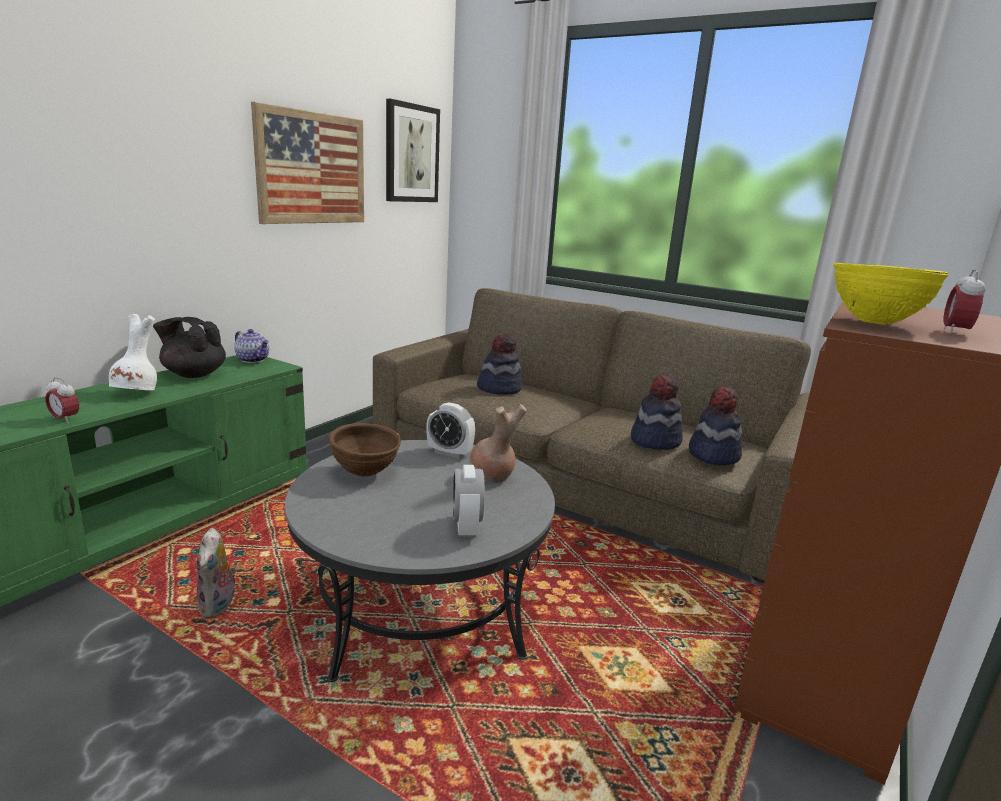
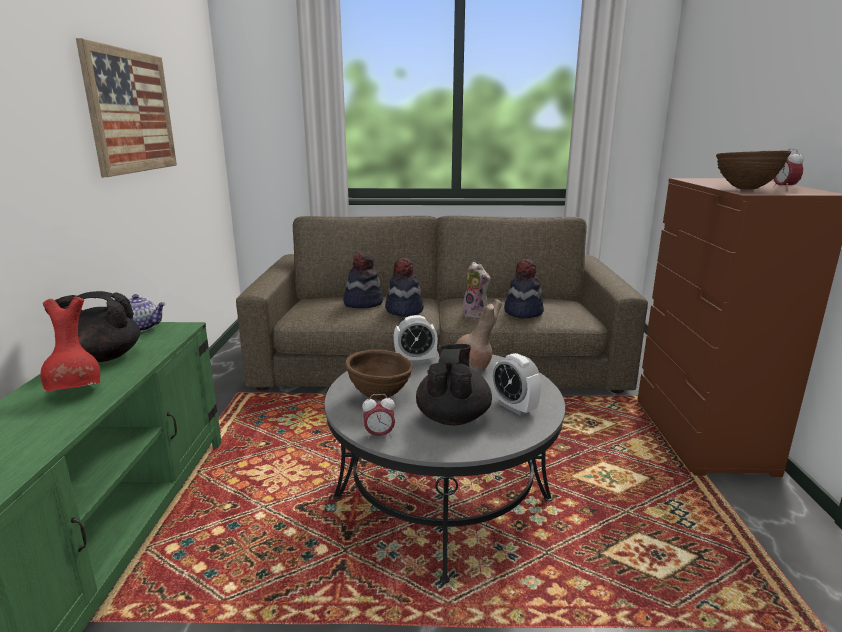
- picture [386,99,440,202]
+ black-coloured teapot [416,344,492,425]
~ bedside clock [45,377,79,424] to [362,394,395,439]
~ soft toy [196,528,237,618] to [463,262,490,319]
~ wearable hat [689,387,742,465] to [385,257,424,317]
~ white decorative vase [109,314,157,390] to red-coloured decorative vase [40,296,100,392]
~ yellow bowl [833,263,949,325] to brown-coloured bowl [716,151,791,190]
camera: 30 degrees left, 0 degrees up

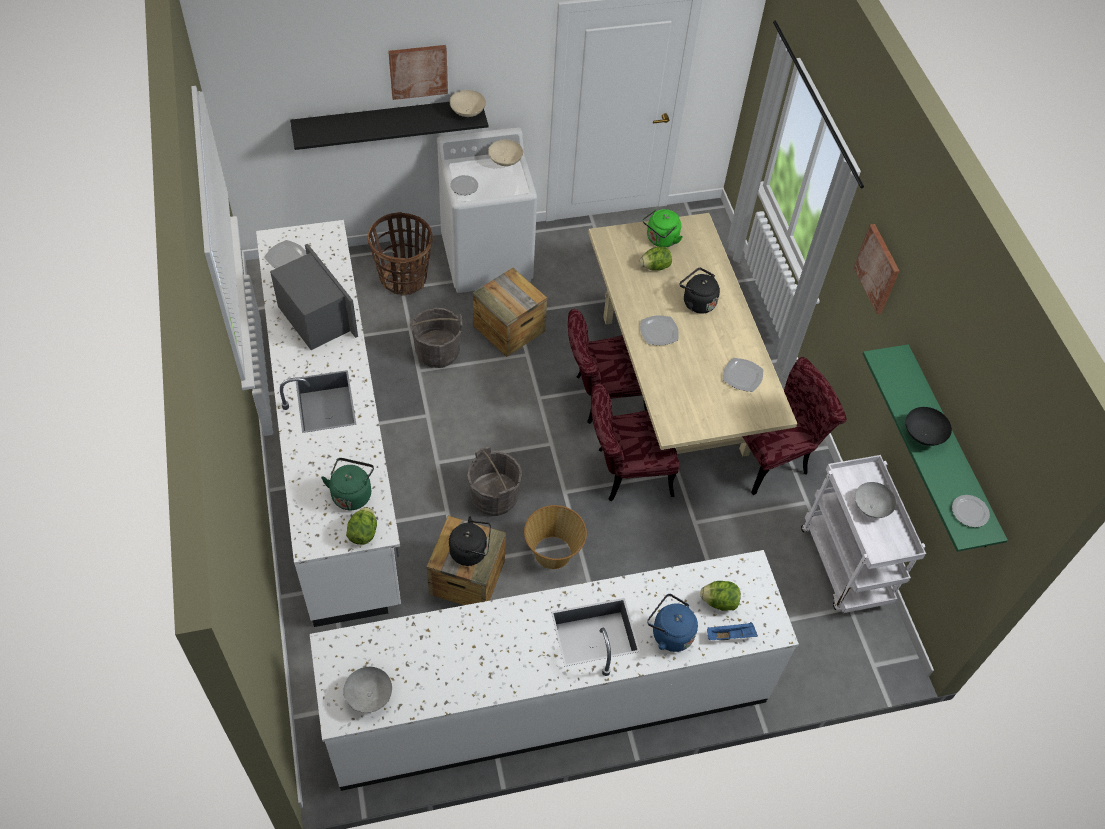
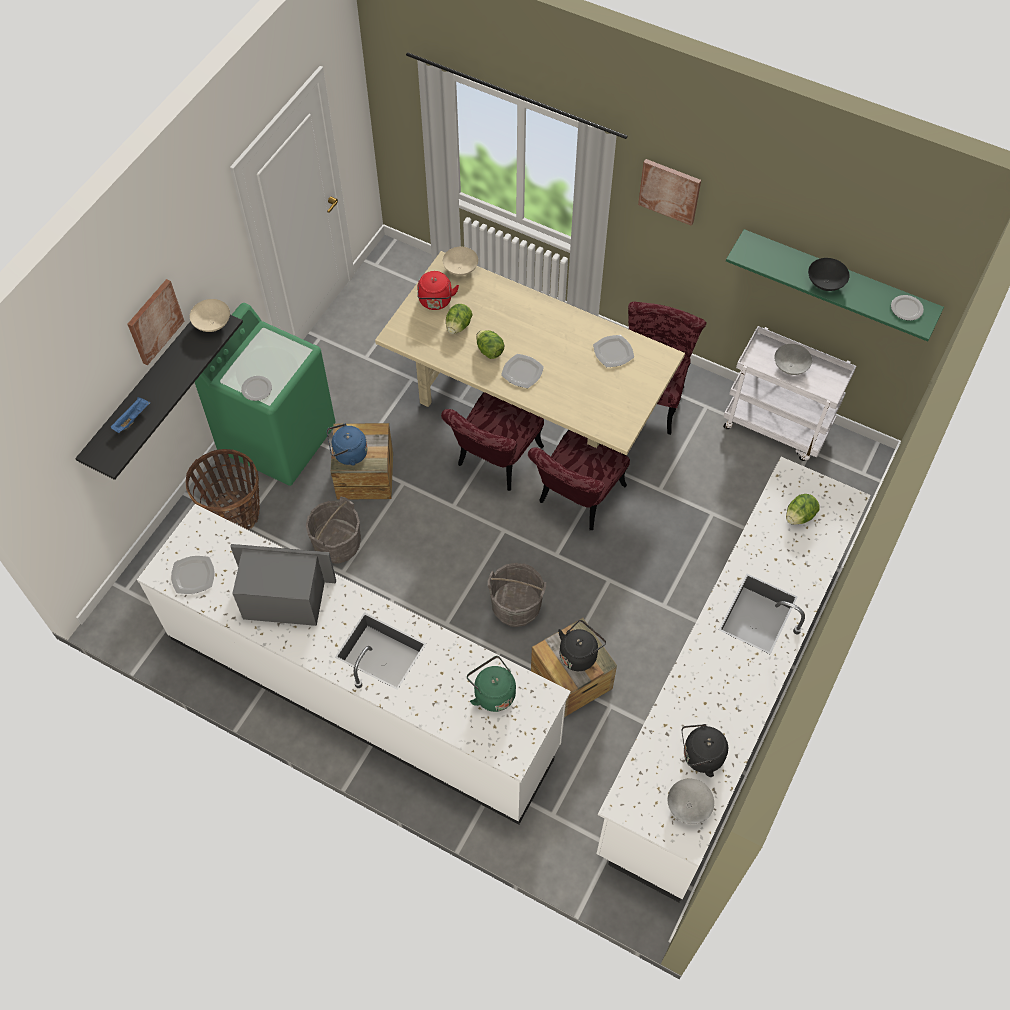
- storage basket [524,505,587,569]
~ lettuce head [346,507,377,545] to [476,330,505,359]
~ sand-coloured bowl [488,140,523,166] to [443,247,478,276]
~ blue-coloured kettle [647,594,698,652] to [327,423,368,466]
~ black-coloured kettle [679,268,720,314] to [682,724,728,777]
~ blue-coloured carrying tray [707,622,758,640] to [111,397,151,433]
~ white washing machine [437,127,537,293] to greenish washing machine [195,303,336,486]
~ greenish kettle [643,209,683,247] to red-coloured kettle [417,271,459,310]
camera: 45 degrees left, 5 degrees up

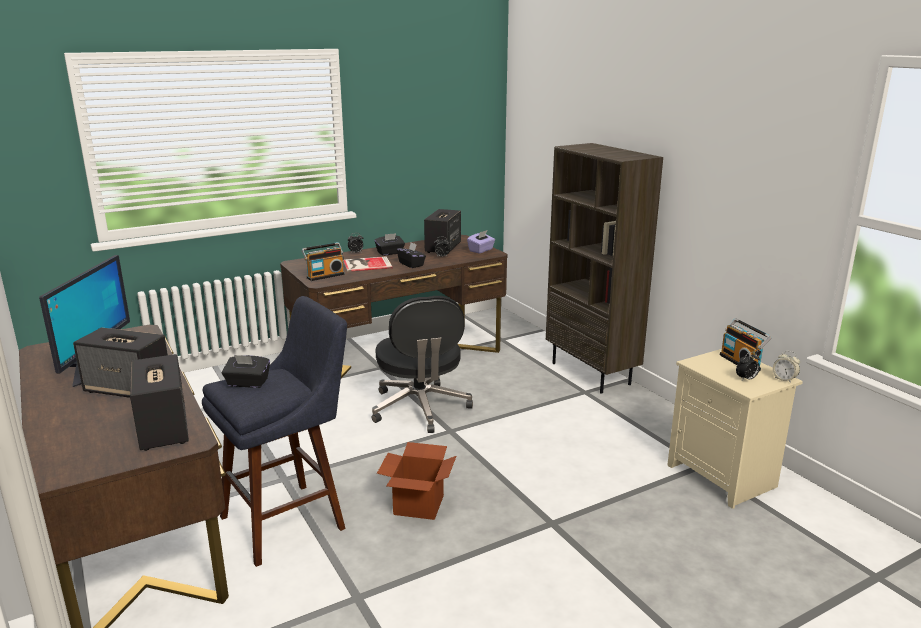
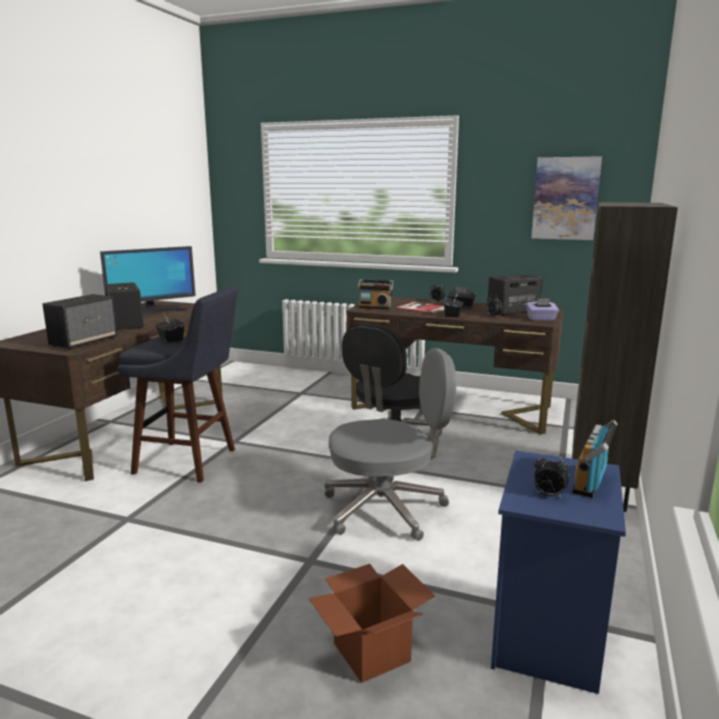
- bedside clock [773,351,800,383]
+ grey computer chair [324,348,456,541]
+ picture [531,156,602,240]
~ cardboard box [377,442,456,520] to [309,564,435,683]
~ sand-coloured nightstand [667,349,803,509] to blue-coloured nightstand [491,450,626,694]
camera: 50 degrees right, 5 degrees down

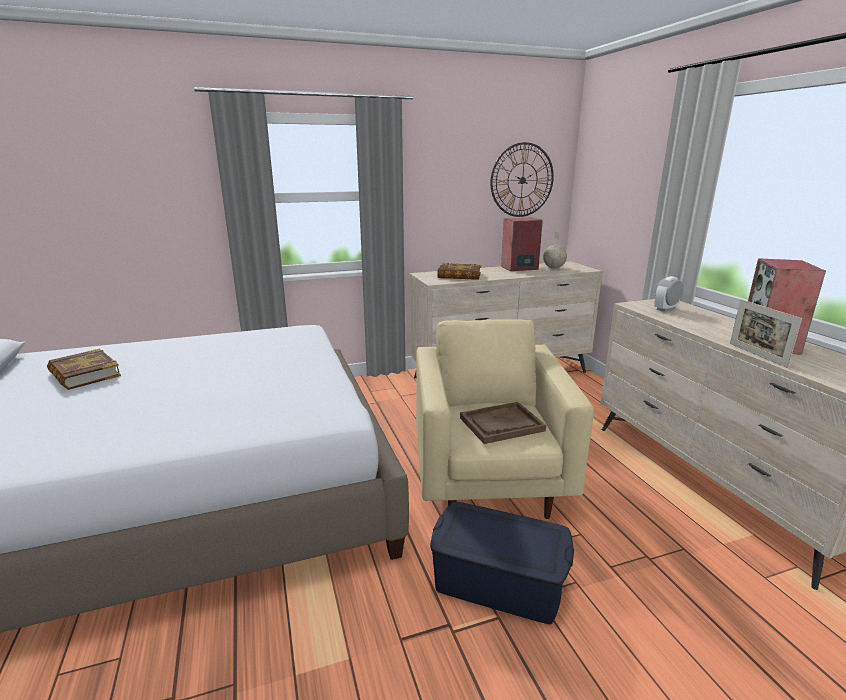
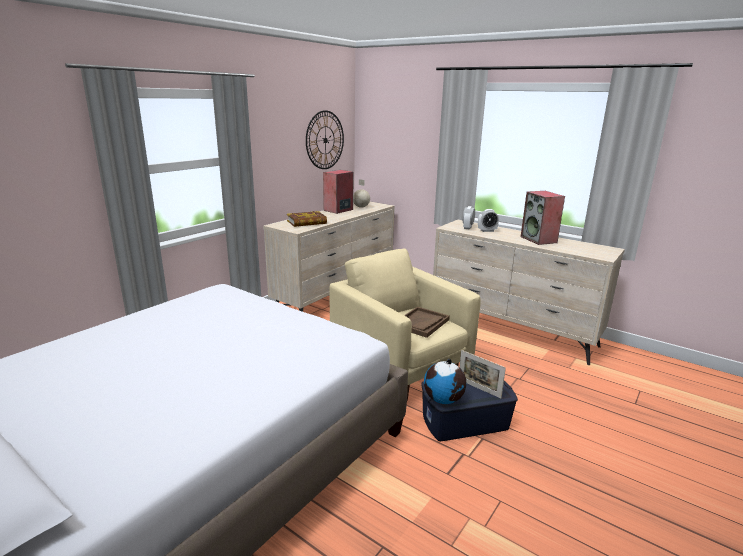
- book [47,349,121,390]
+ world globe [424,358,466,404]
+ bedside clock [478,209,499,232]
~ standing frame [730,299,802,368] to [460,350,506,398]
camera: 35 degrees left, 0 degrees up

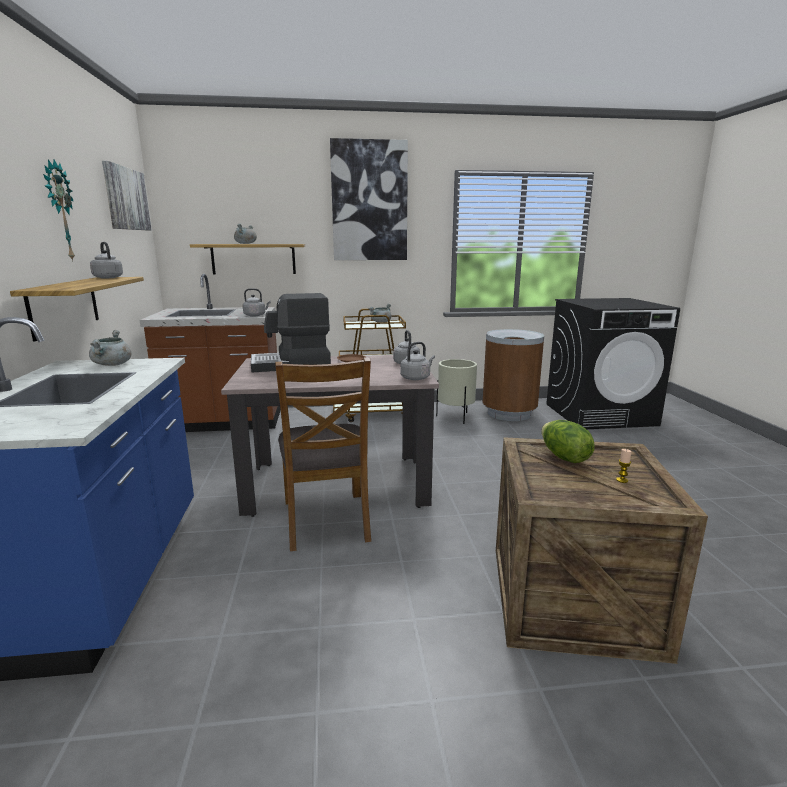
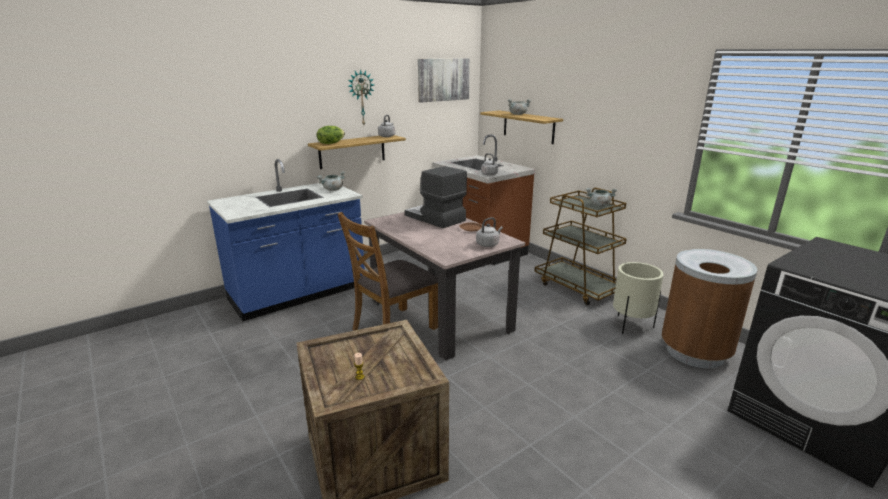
- picture [330,138,408,260]
- grey kettle [400,342,435,380]
~ lettuce head [541,420,595,463] to [317,126,345,144]
camera: 60 degrees right, 5 degrees up

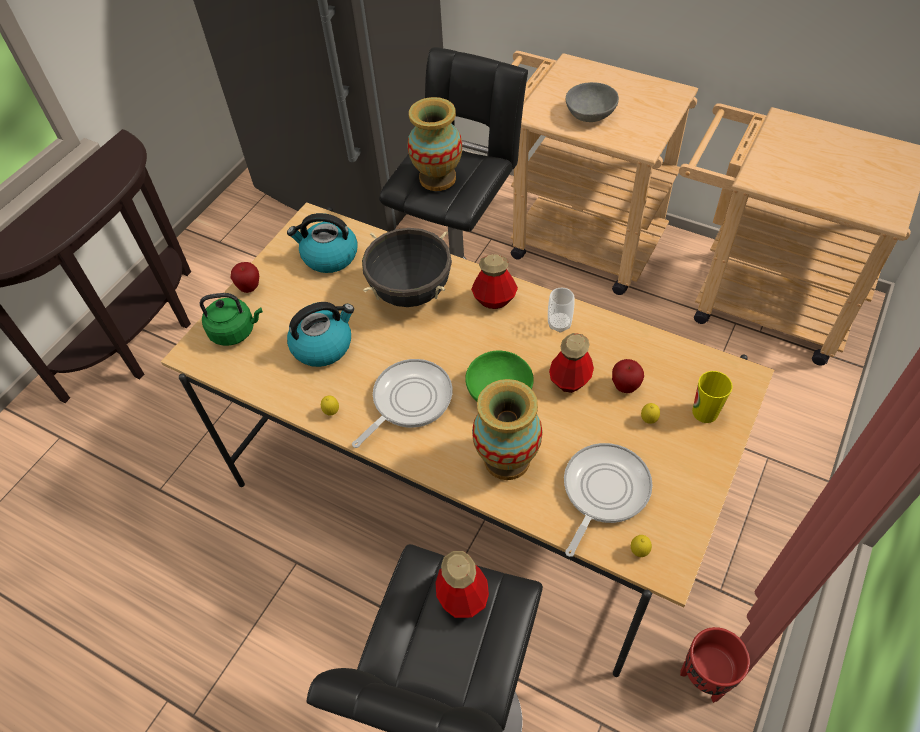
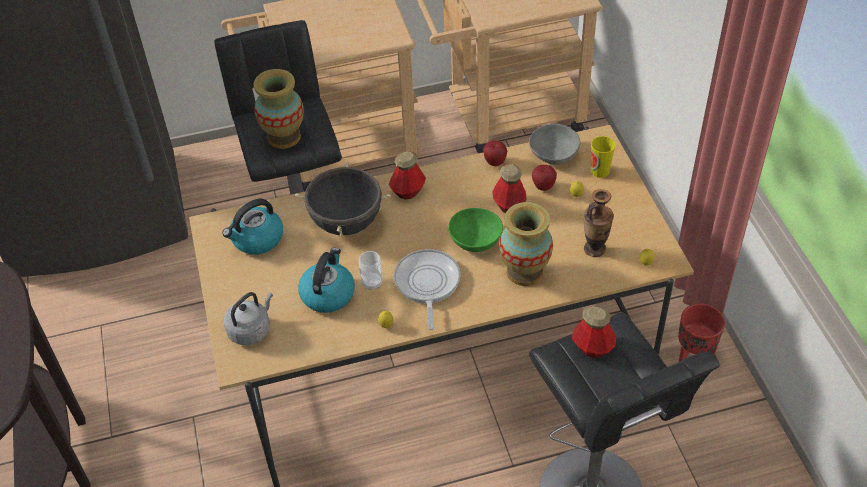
~ apple [231,262,259,293] to [483,140,507,166]
~ cup [548,288,575,333] to [359,251,382,290]
~ grey bowl [566,82,619,122] to [529,124,580,165]
~ frying pan [564,443,653,557] to decorative vase [584,189,614,257]
~ greenish kettle [199,293,263,346] to grey kettle [224,292,273,346]
camera: 45 degrees left, 5 degrees down

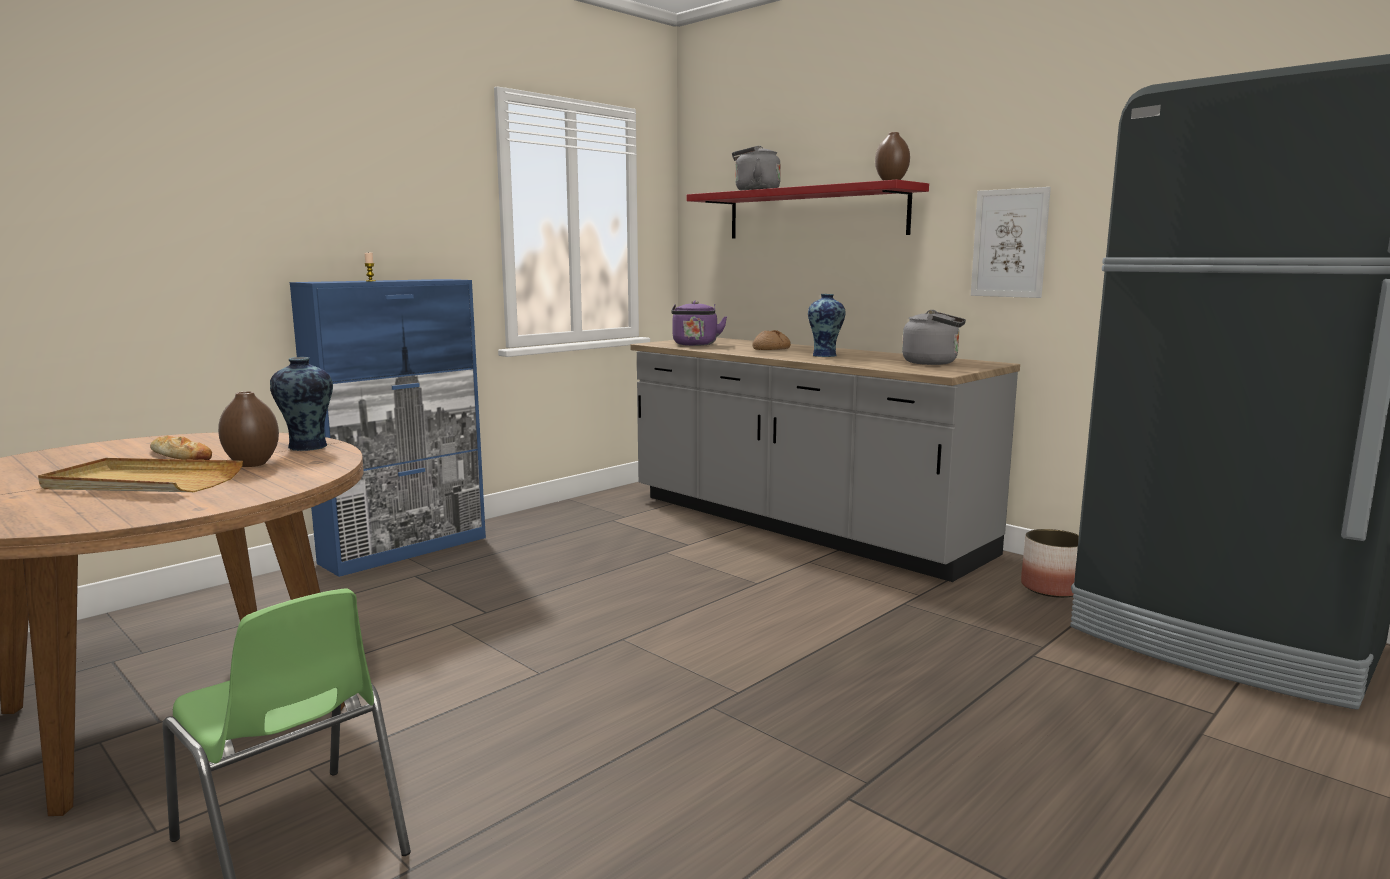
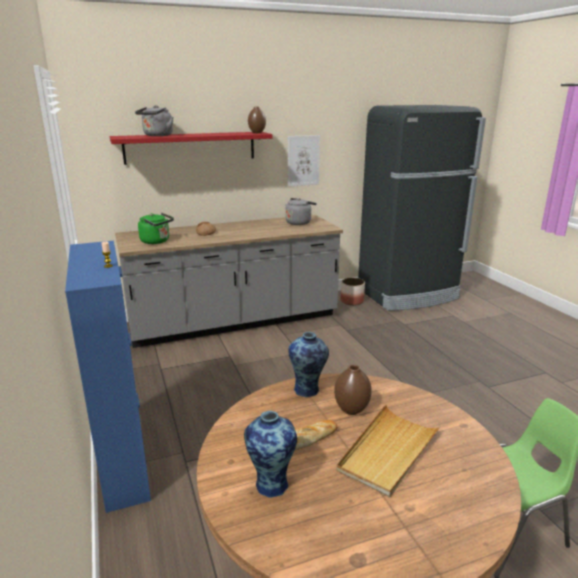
~ decorative vase [808,294,845,357] to [244,411,297,498]
~ purplish kettle [671,300,727,346] to greenish kettle [138,213,174,244]
camera: 65 degrees left, 10 degrees up

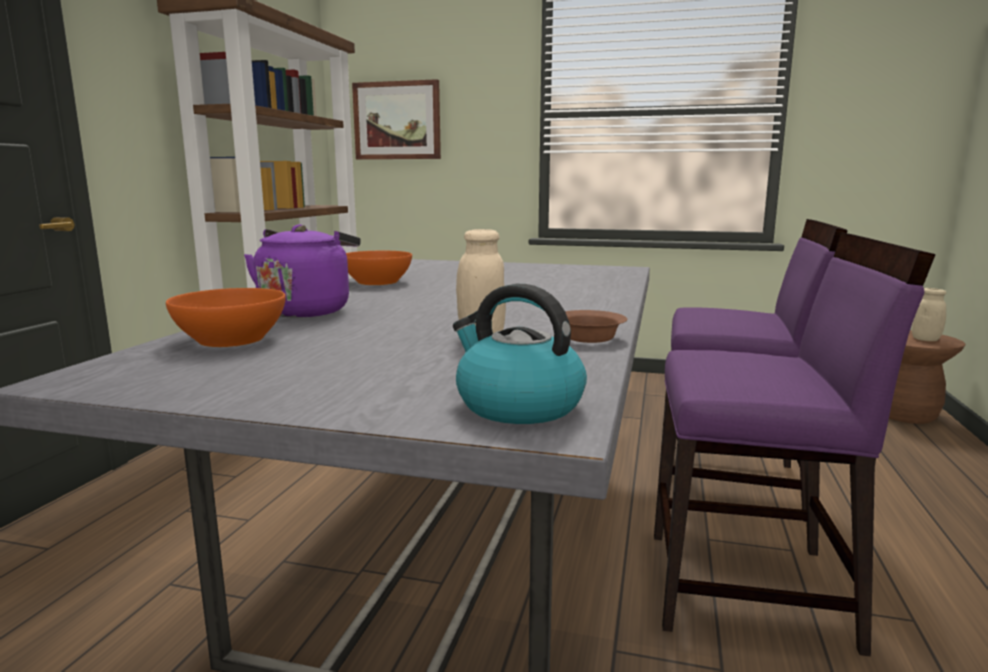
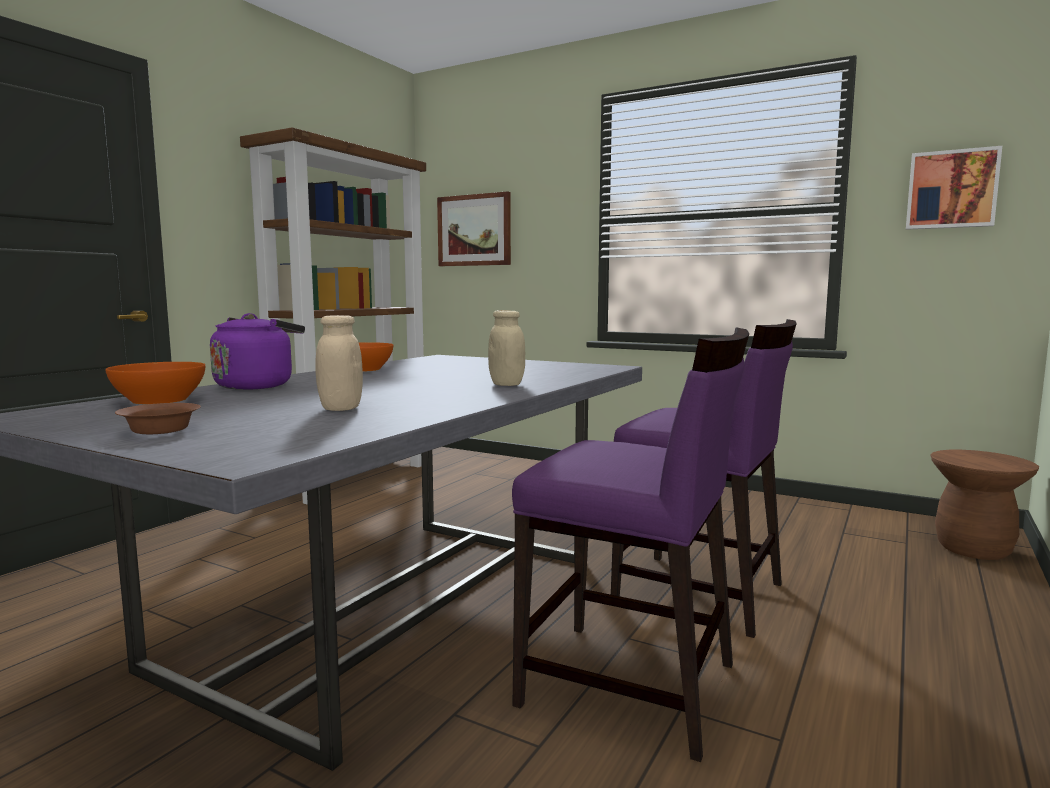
- kettle [453,284,587,424]
+ picture [906,146,1002,230]
~ brown-coloured bowl [565,310,627,343] to [115,403,201,434]
~ sand-coloured preserve jar [912,288,946,341] to [488,310,525,386]
camera: 15 degrees right, 5 degrees down

